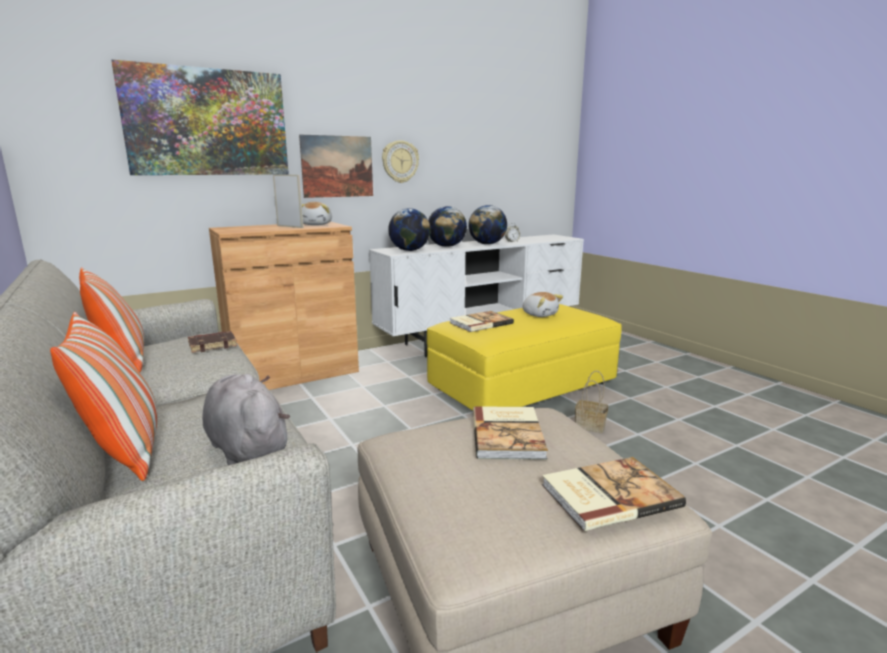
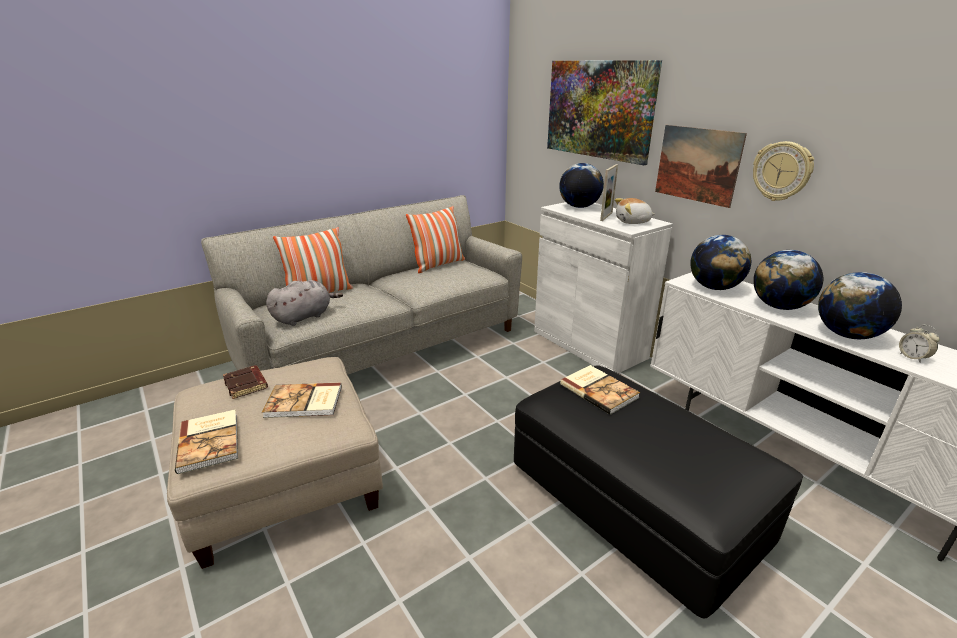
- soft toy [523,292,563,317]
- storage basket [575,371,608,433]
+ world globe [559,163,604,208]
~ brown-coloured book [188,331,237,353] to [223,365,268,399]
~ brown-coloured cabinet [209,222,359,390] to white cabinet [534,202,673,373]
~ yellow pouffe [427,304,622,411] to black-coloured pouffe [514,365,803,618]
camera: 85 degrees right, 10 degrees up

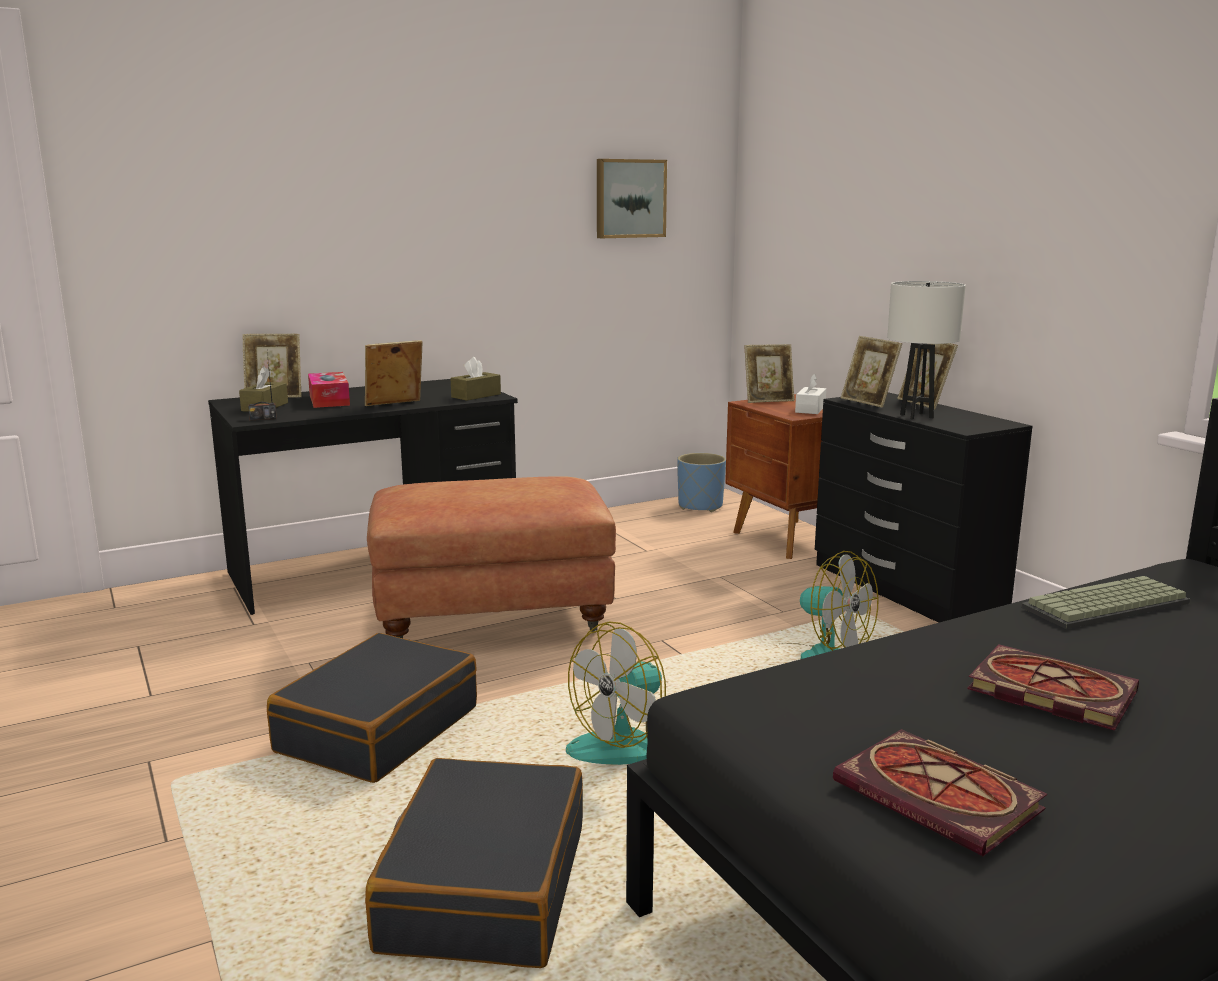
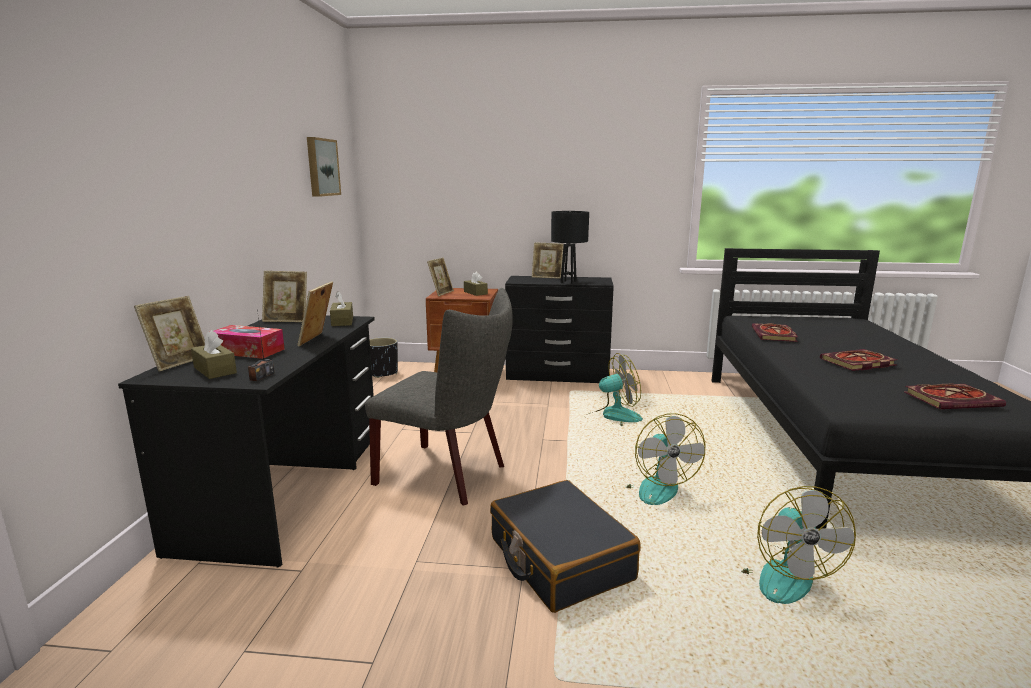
~ standing frame [841,336,902,408] to [262,271,307,322]
~ black-coloured suitcase [365,758,583,968] to electric fan [741,486,856,604]
~ brown-coloured pouffe [367,476,616,638] to grey upright chair [365,288,513,506]
~ PC keyboard [1021,576,1190,629] to book [752,323,798,342]
~ blue-coloured planter [677,453,726,512] to black-coloured planter [370,338,398,378]
~ white tissue holder [795,374,826,414] to brown-coloured tissue holder [464,272,488,296]
~ white table lamp [887,281,966,419] to black-coloured table lamp [551,211,589,284]
camera: 55 degrees left, 0 degrees up

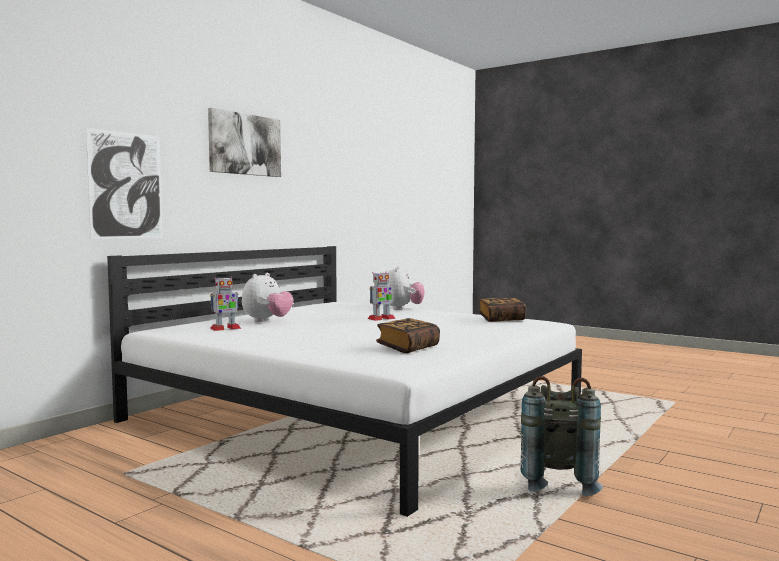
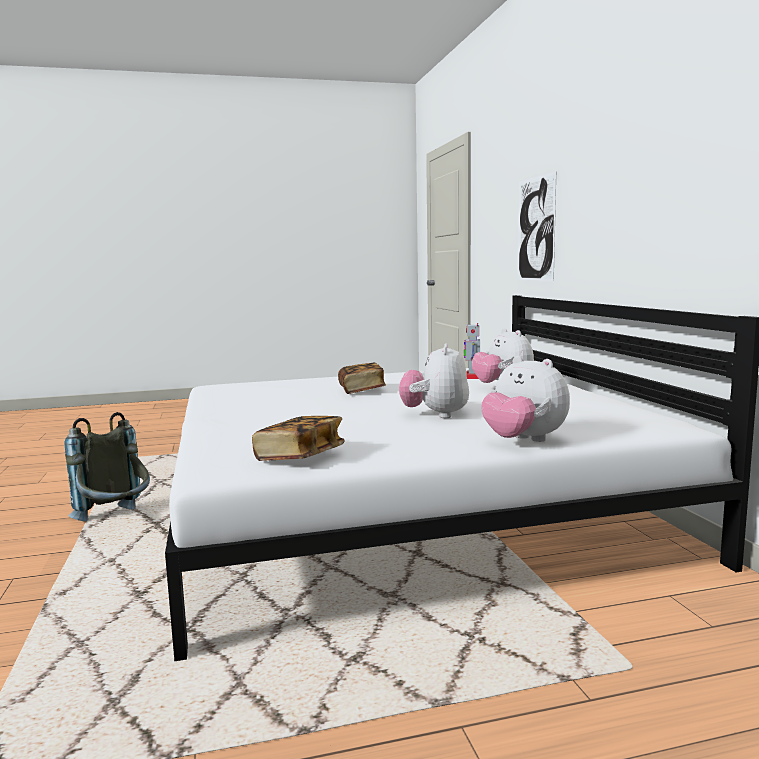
- picture [208,108,281,177]
~ book [376,318,440,353] to [338,362,386,394]
~ toy robot [367,272,395,321] to soft toy [399,343,469,418]
camera: 130 degrees right, 5 degrees up

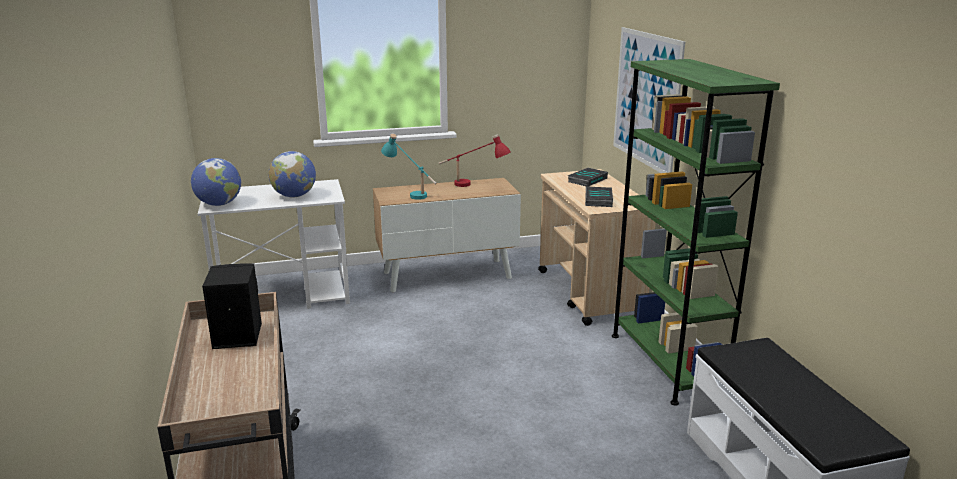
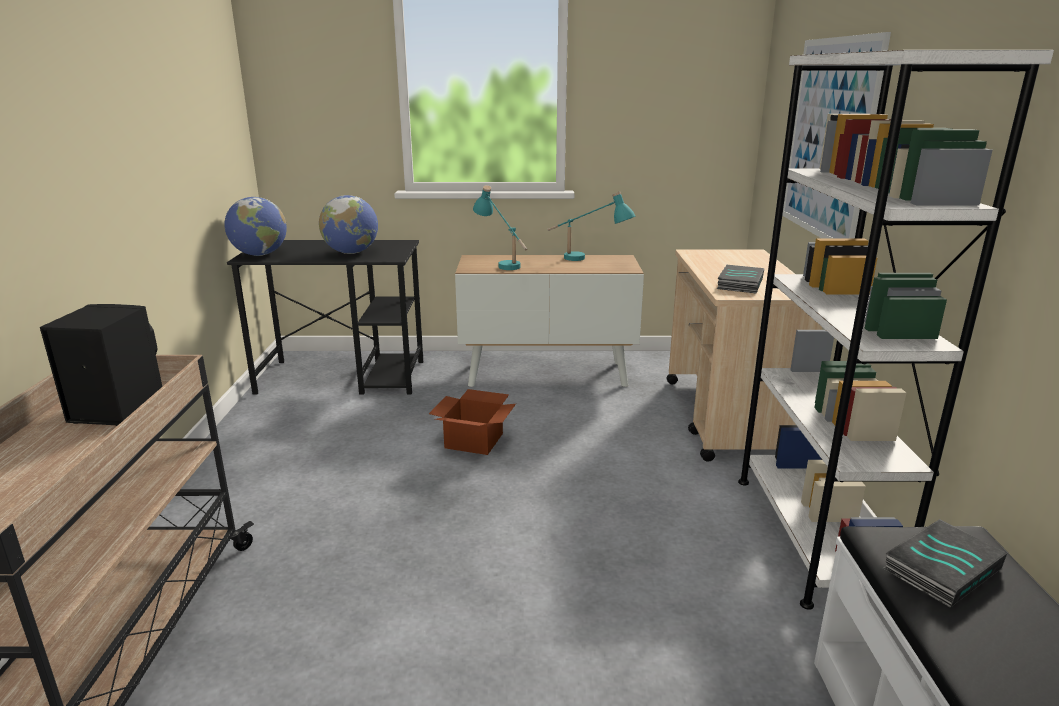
+ cardboard box [429,389,516,455]
~ book [568,168,608,187] to [883,519,1007,607]
~ white desk [198,179,350,309] to black-coloured desk [227,240,423,394]
~ red-coloured table lamp [439,134,511,187] to turquoise-coloured table lamp [547,192,635,261]
~ greenish shelving unit [612,59,780,406] to white shelving unit [738,50,1054,610]
camera: 15 degrees right, 0 degrees up

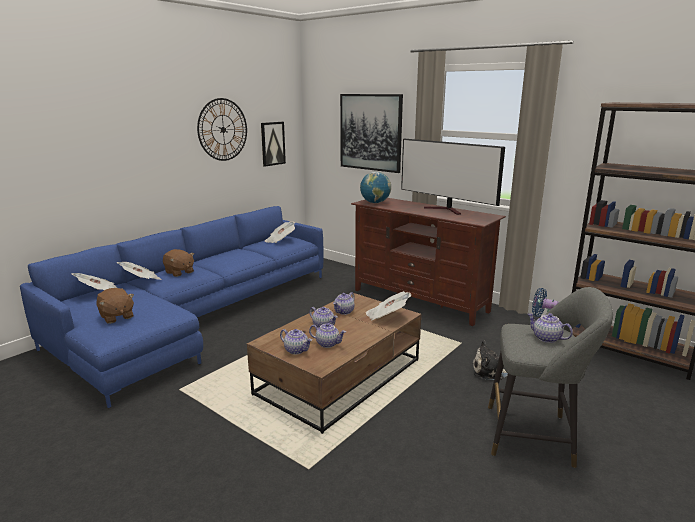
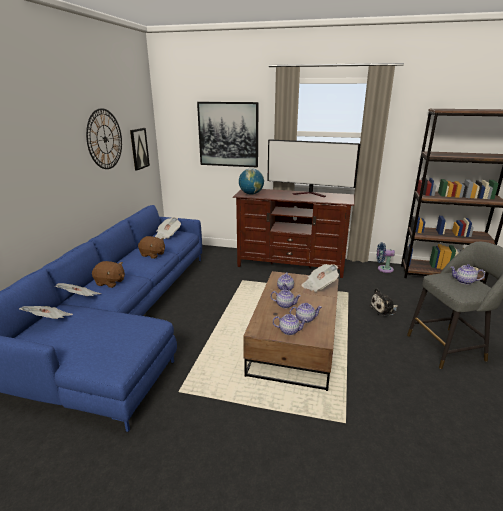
~ brown-coloured soft toy [96,288,134,324] to [138,236,165,259]
camera: 25 degrees left, 5 degrees up

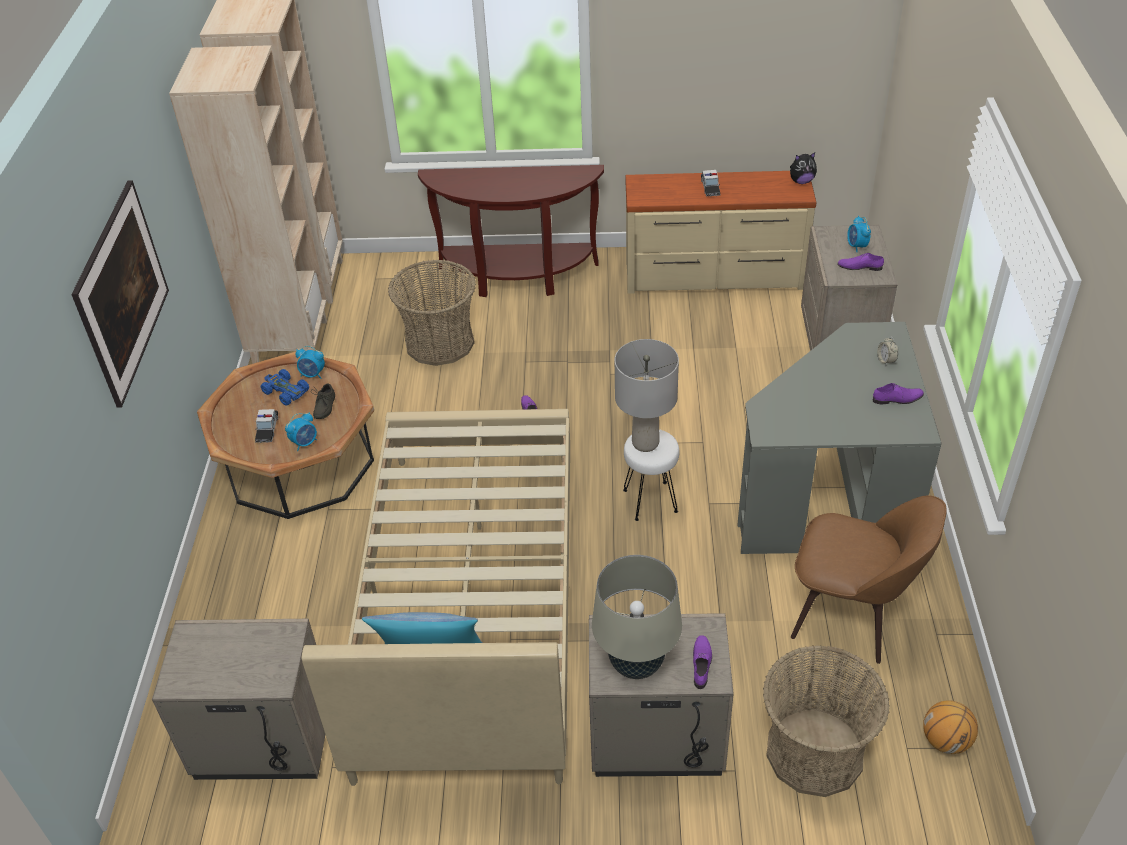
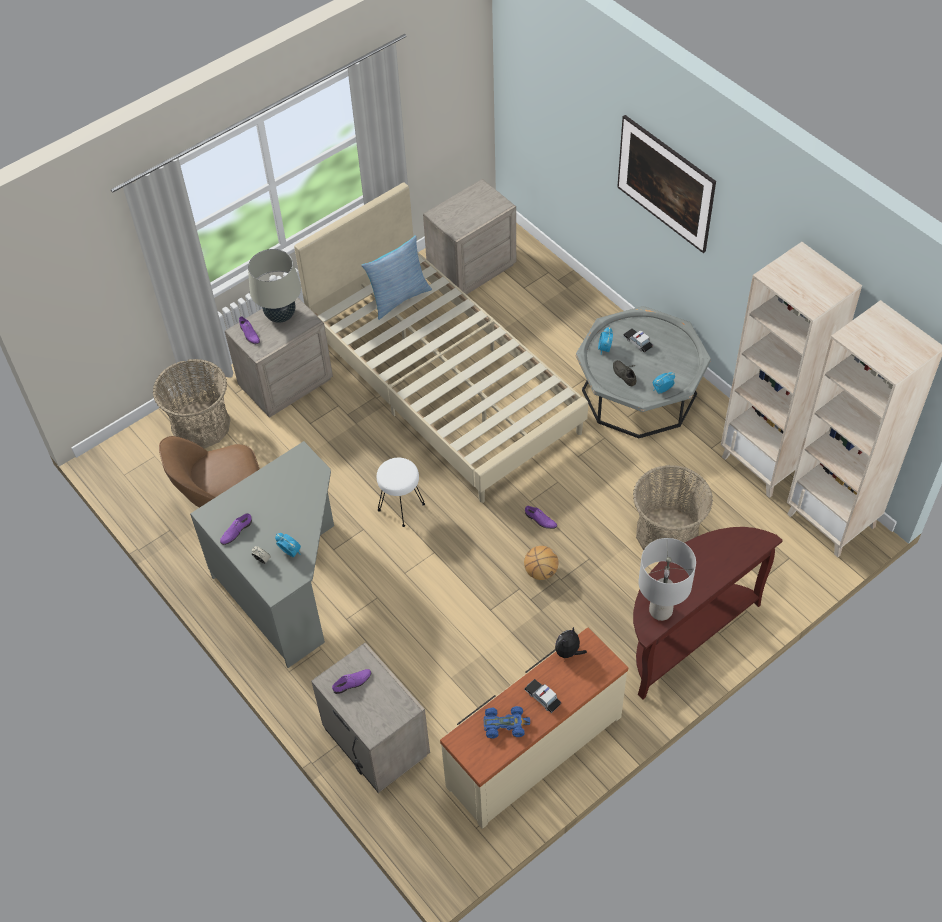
~ blue-coloured miniature car [261,369,309,406] to [484,706,530,739]
~ grey table lamp [615,339,679,452] to [638,538,696,621]
~ soft toy [790,152,817,184] to [555,627,587,658]
~ bedside clock [847,216,871,253] to [275,533,301,557]
~ basketball ball [923,700,978,754] to [524,546,558,580]
~ brown-coloured coffee table [197,351,374,519] to grey coffee table [576,306,711,438]
camera: 140 degrees right, 10 degrees up

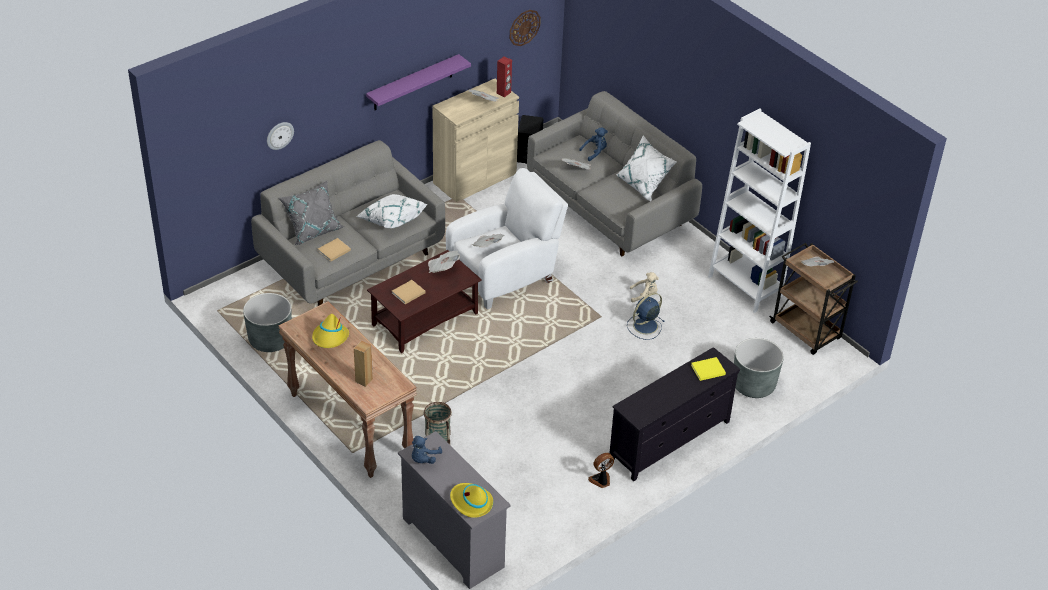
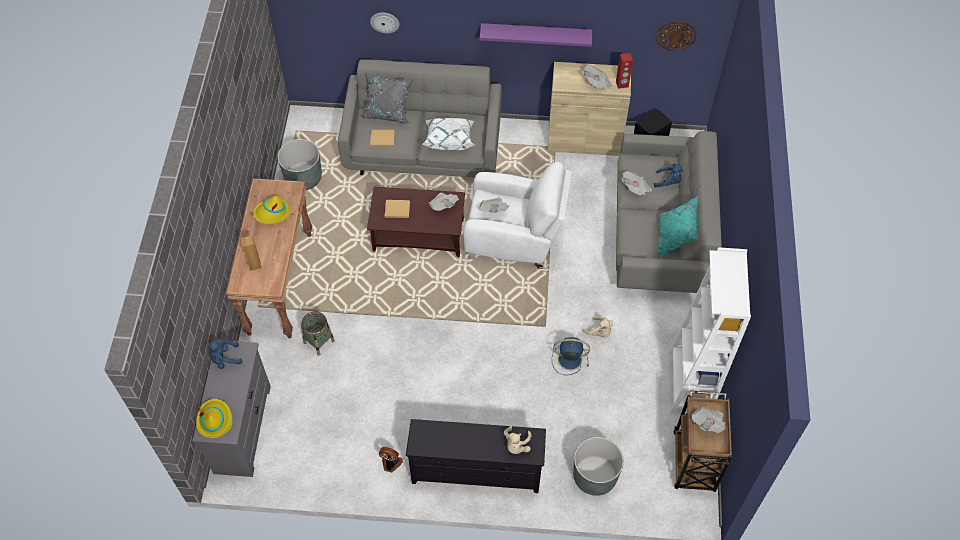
~ yellow book [691,357,726,381] to sand-coloured soft toy [504,426,532,454]
~ white throw pillow [616,135,676,201] to turquoise-coloured throw pillow [658,196,698,259]
camera: 45 degrees right, 15 degrees up

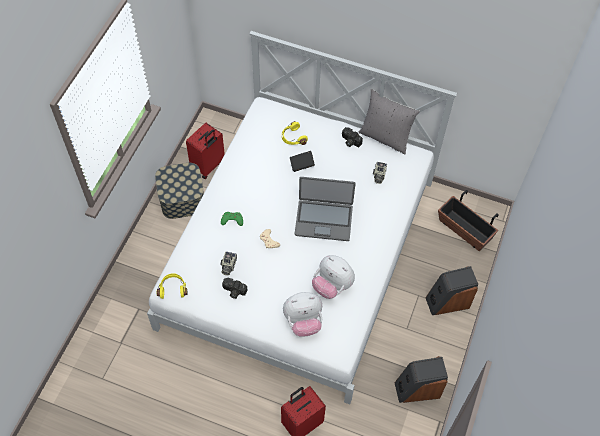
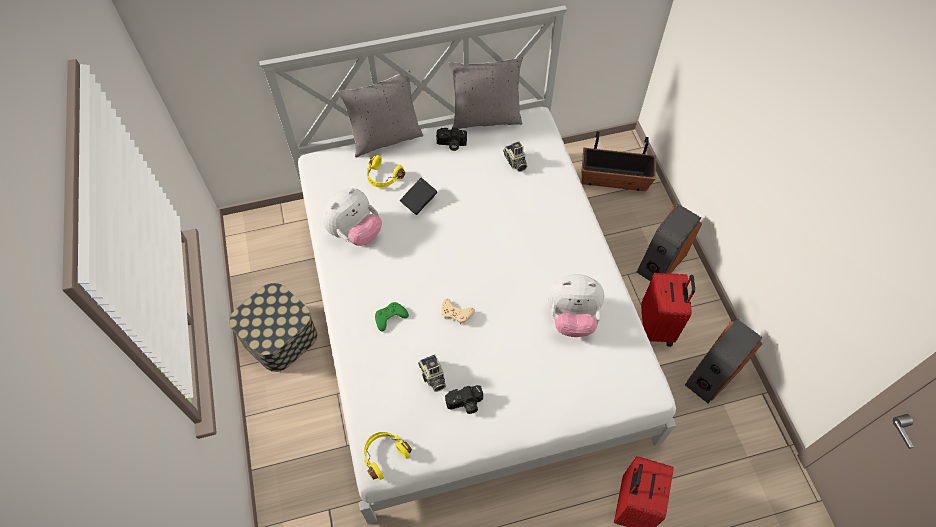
- laptop [295,177,356,241]
+ grey throw pillow [337,70,423,157]
~ red-coloured suitcase [186,123,225,179] to [641,273,695,347]
~ soft toy [283,292,322,336] to [322,188,382,246]
camera: 35 degrees left, 0 degrees up

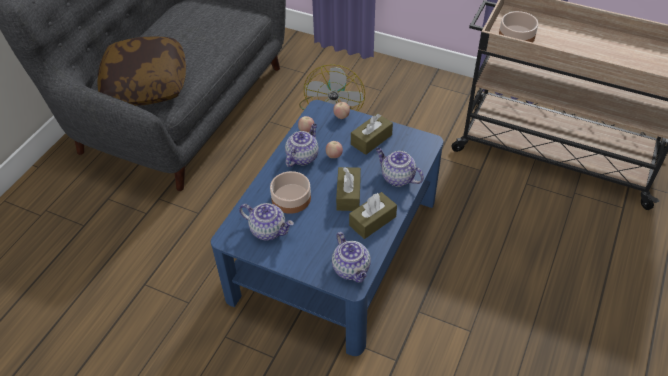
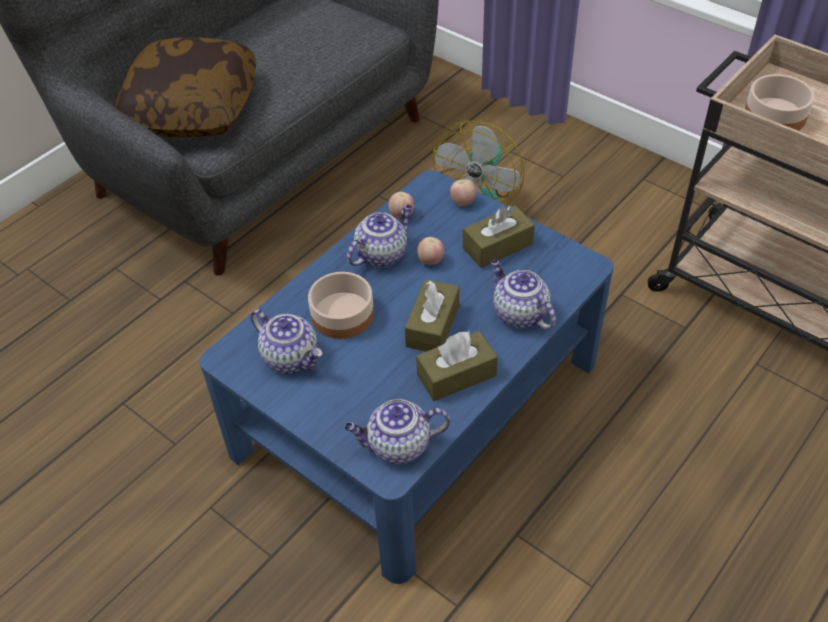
~ teapot [332,232,371,283] = [344,399,450,464] 90 degrees clockwise
camera: 15 degrees right, 0 degrees up

